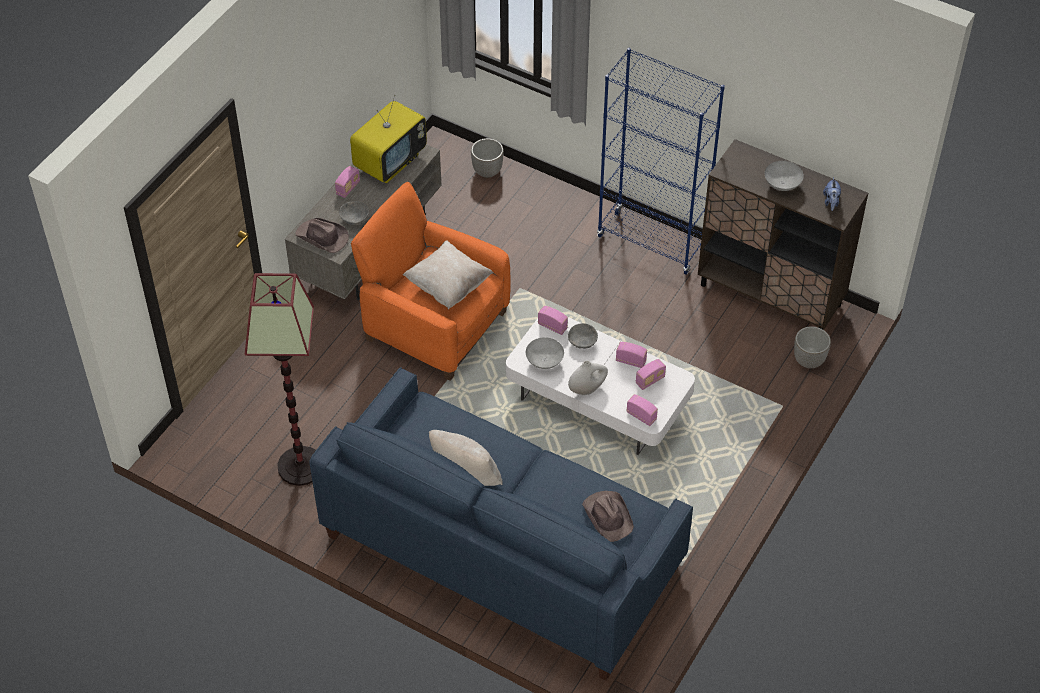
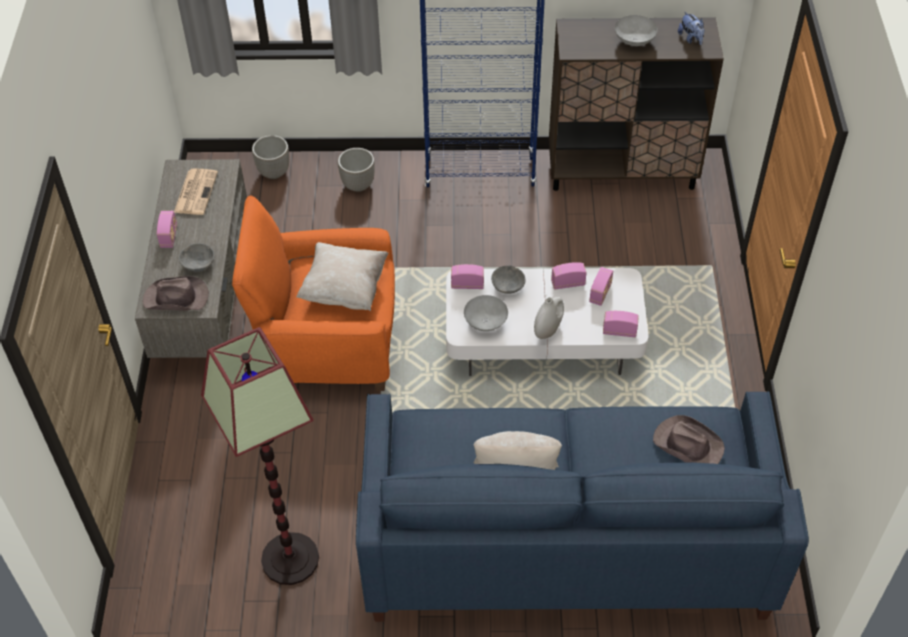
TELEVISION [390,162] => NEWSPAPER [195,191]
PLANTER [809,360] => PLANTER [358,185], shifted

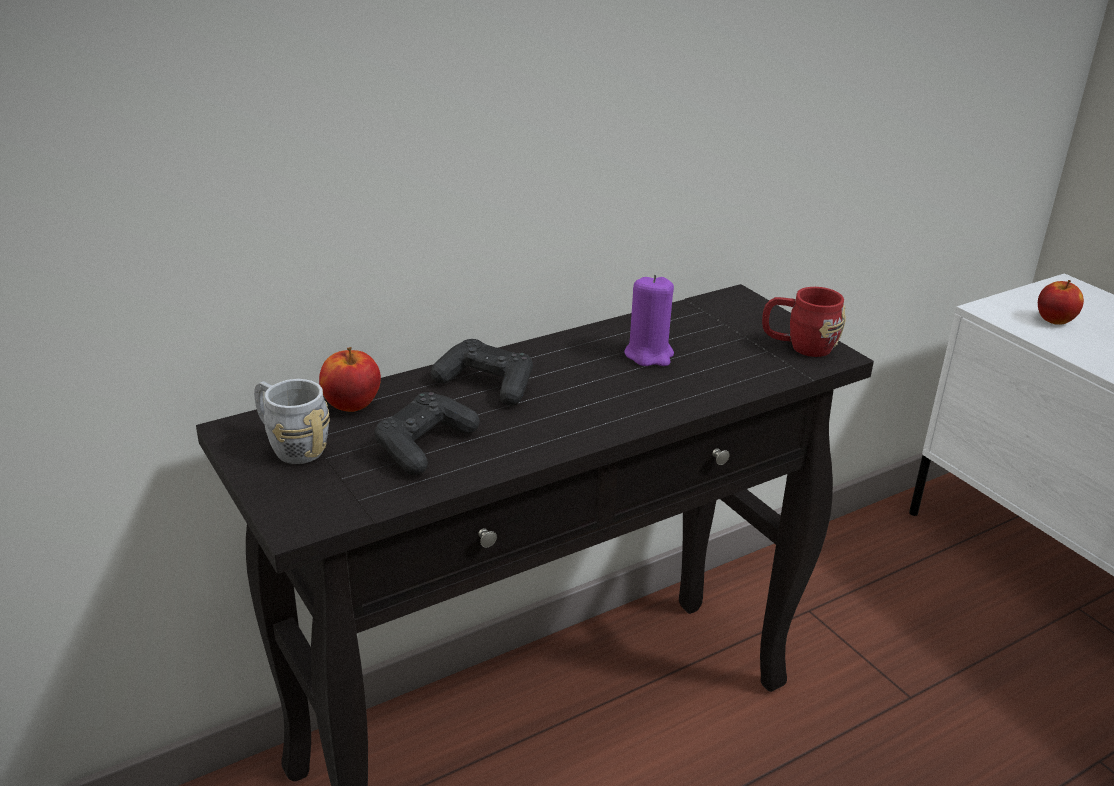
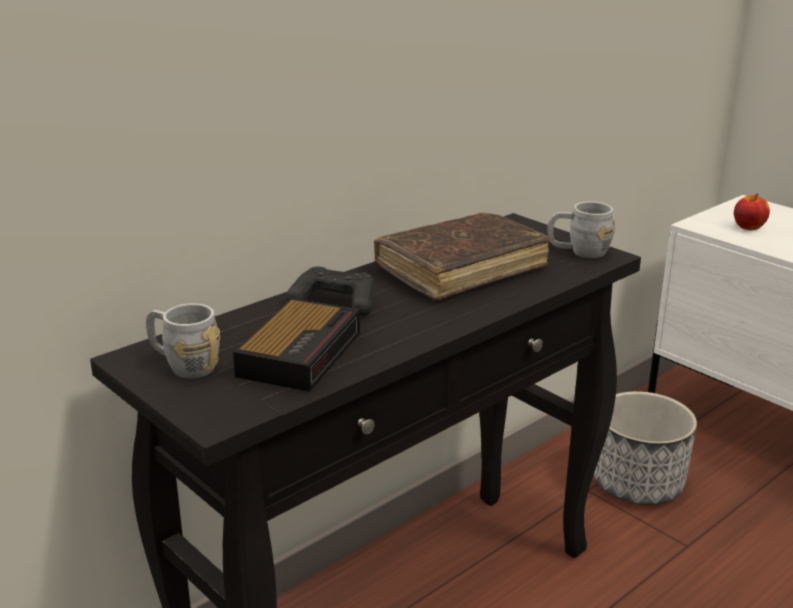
BLACK GAME CONTROLLER [424,445] => ALARM CLOCK [301,352]
PURPLE CANDLE [649,354] => BROWN BOOK [461,269]
RED MUG [799,346] => GREY MUG [579,252]
nothing => PLANTER [638,483]
APPLE [351,405] => nothing

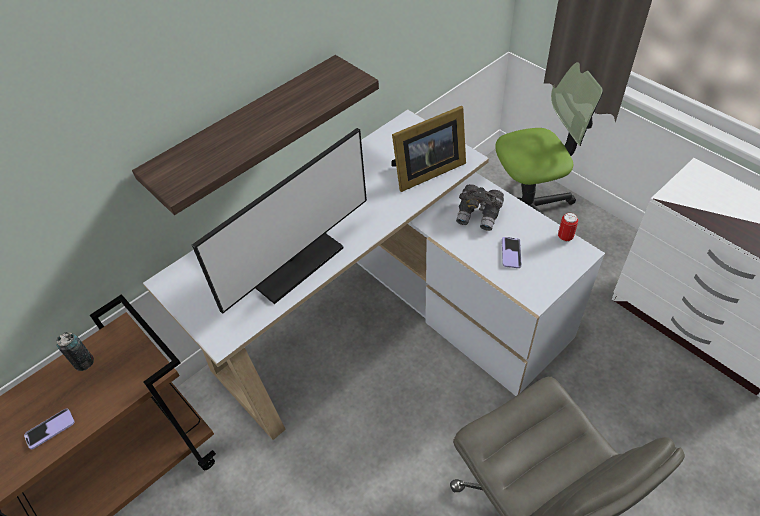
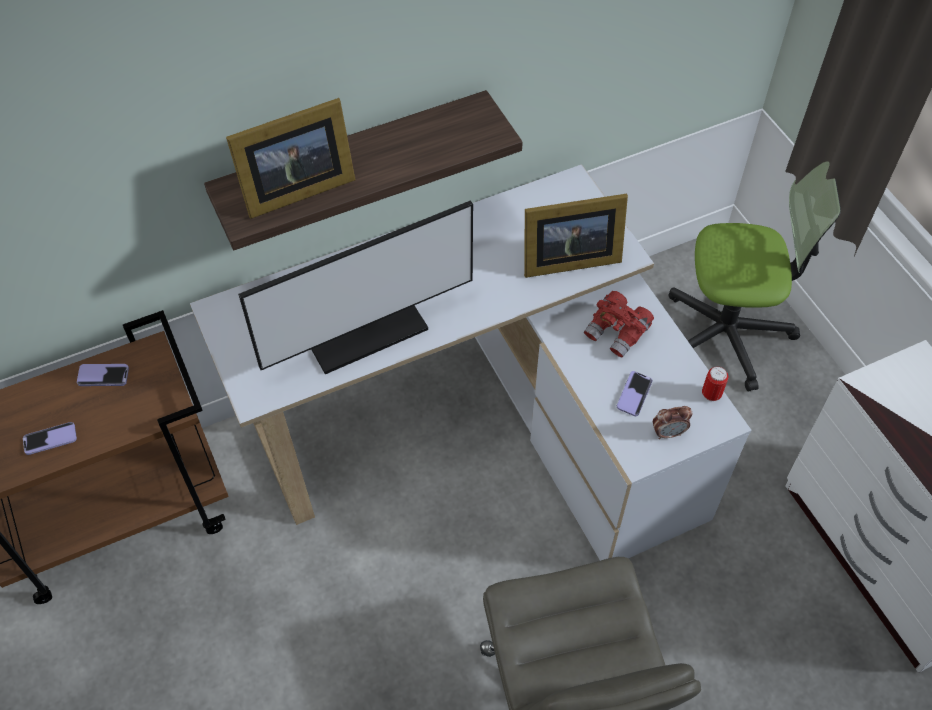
CAN [84,362] => PHONE [103,376]
nothing => PICTURE FRAME [293,189]
GREY BINOCULARS [479,215] => RED BINOCULARS [617,332]
nothing => ALARM CLOCK [668,433]

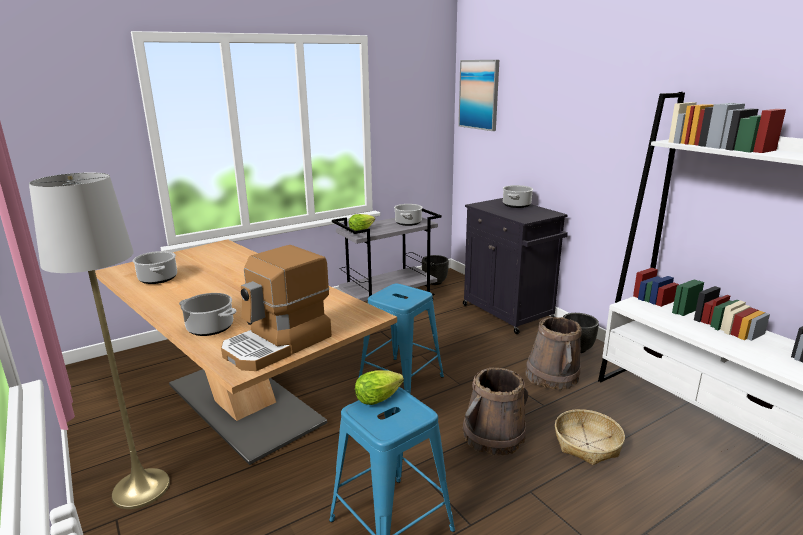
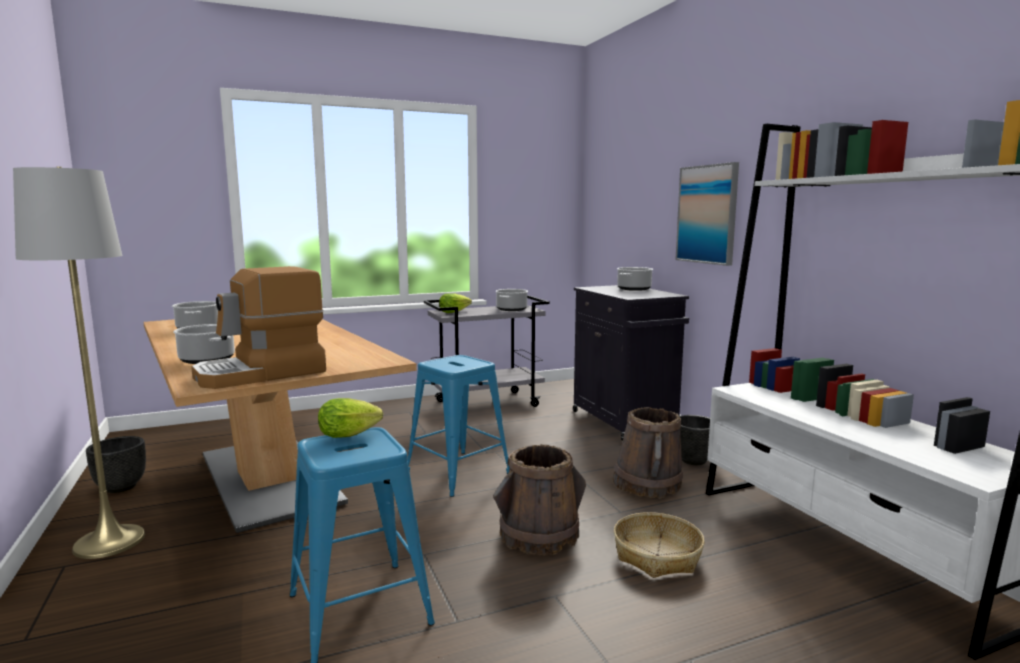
BLACK PLANTER [434,282] => BLACK PLANTER [121,487], shifted
PICTURE [479,94] => PICTURE [707,214], shifted

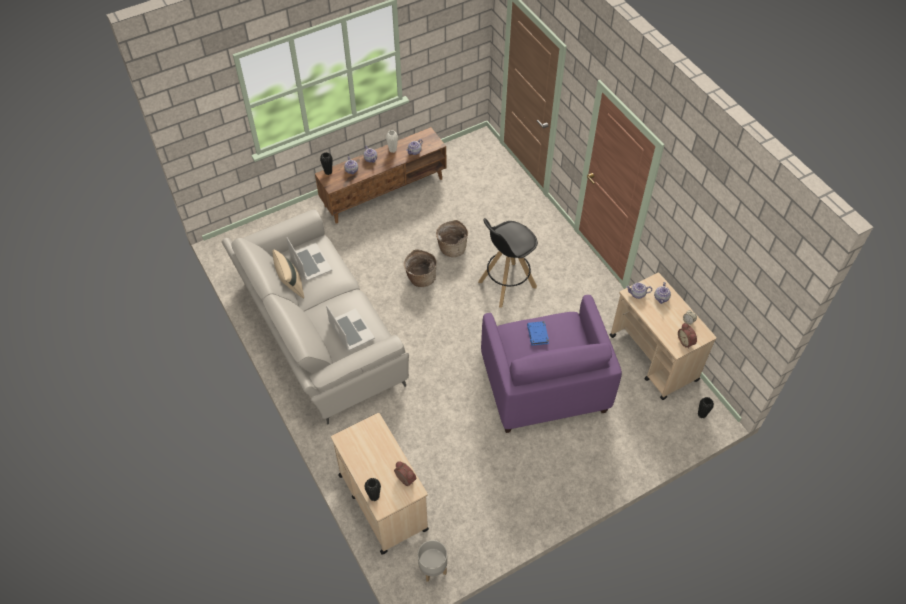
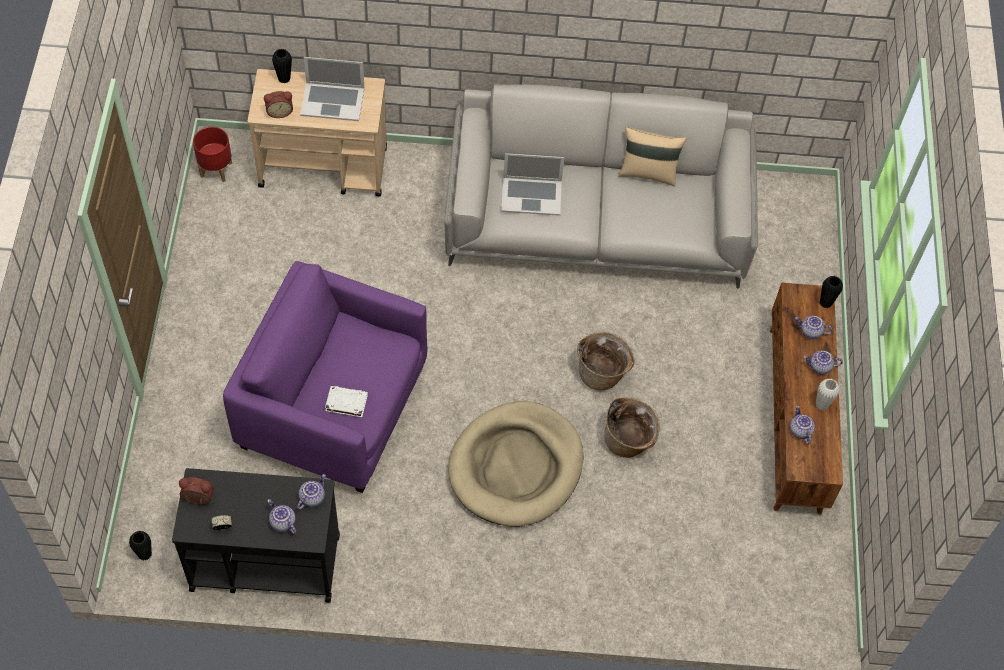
BEIGE CART [653,358] => BLACK CART [264,562]
GREY PLANTER [433,568] => RED PLANTER [216,170]
LAPTOP [310,262] => LAPTOP [332,101], shifted
nothing => WHITE BOOK [346,403]
BLACK STOOL [506,284] => BEIGE DOG BED [516,466]
BLUE BOOK [538,334] => nothing

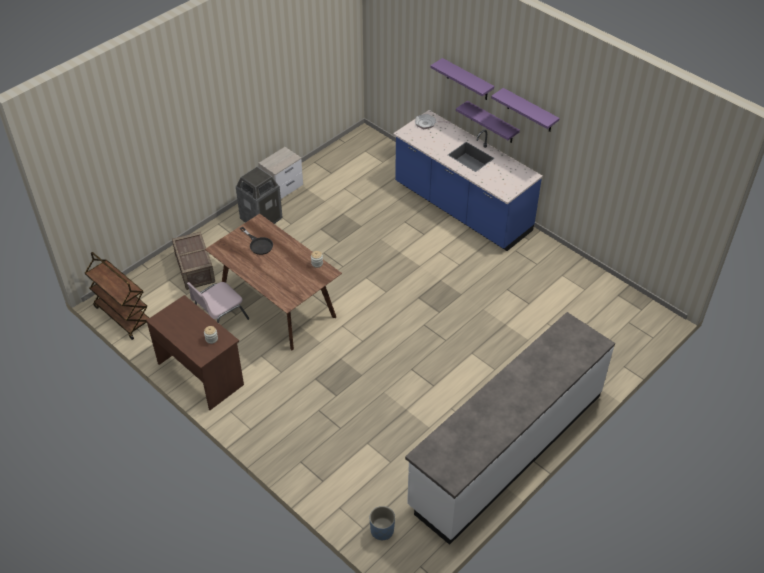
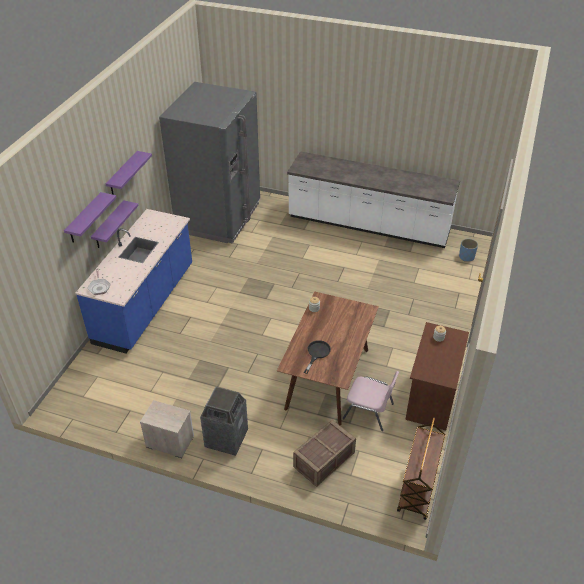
nothing => GREY FRIDGE [218,217]

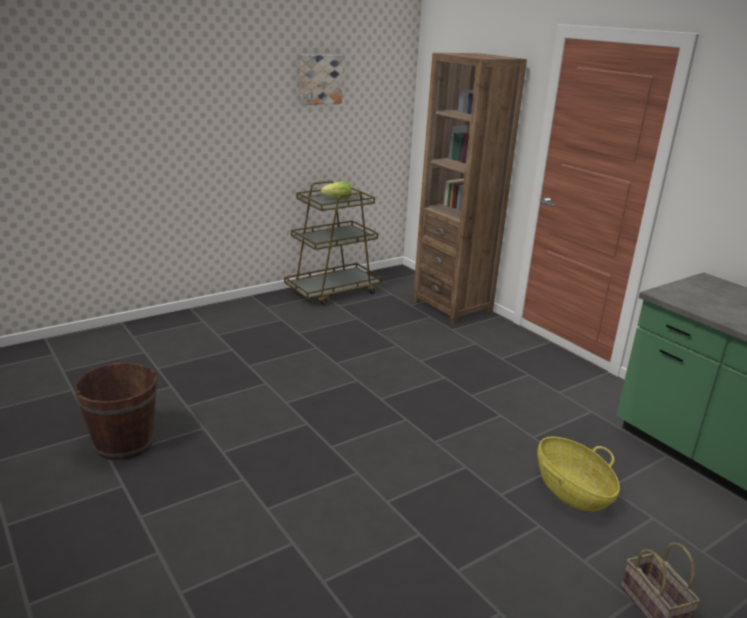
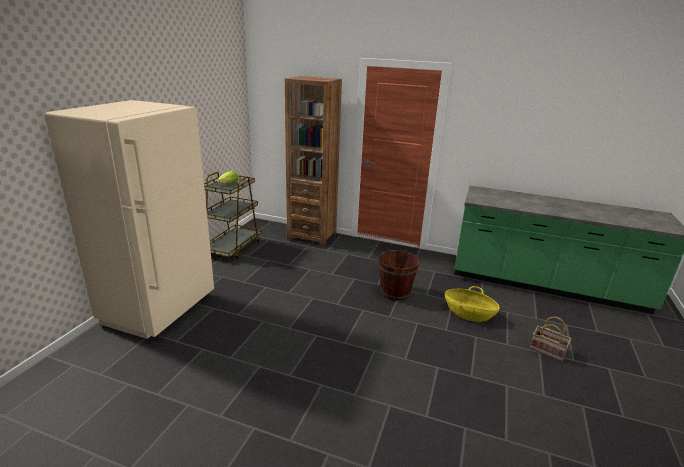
nothing => BEIGE FRIDGE [160,309]
BROWN BUCKET [124,443] => BROWN BUCKET [395,292], shifted
PICTURE [320,79] => nothing

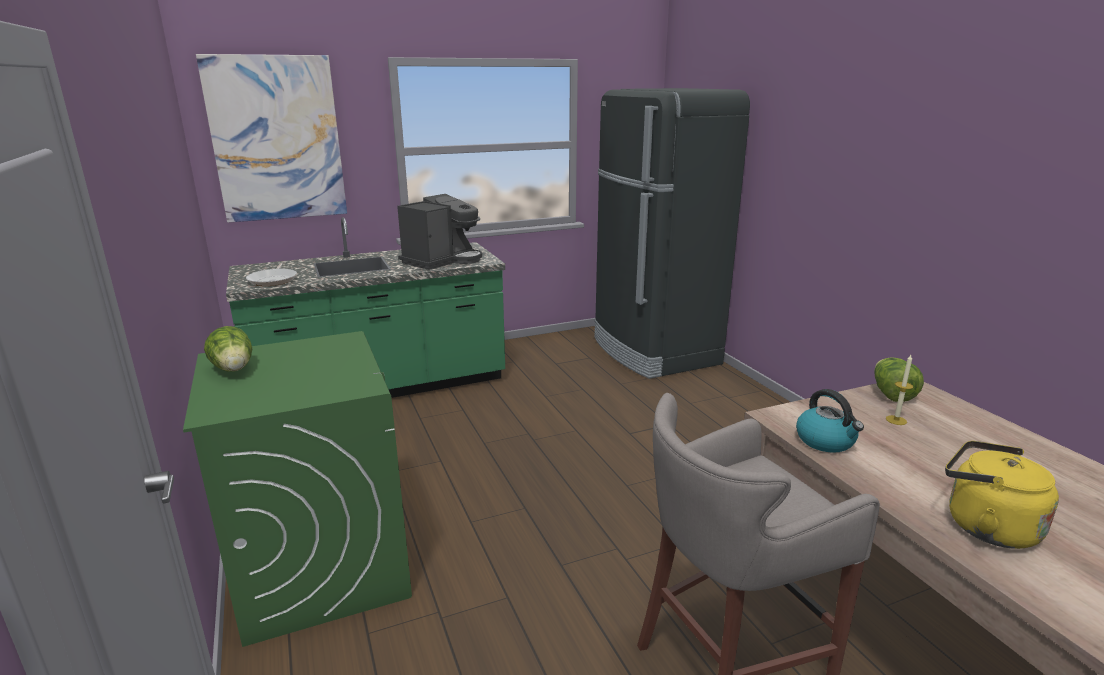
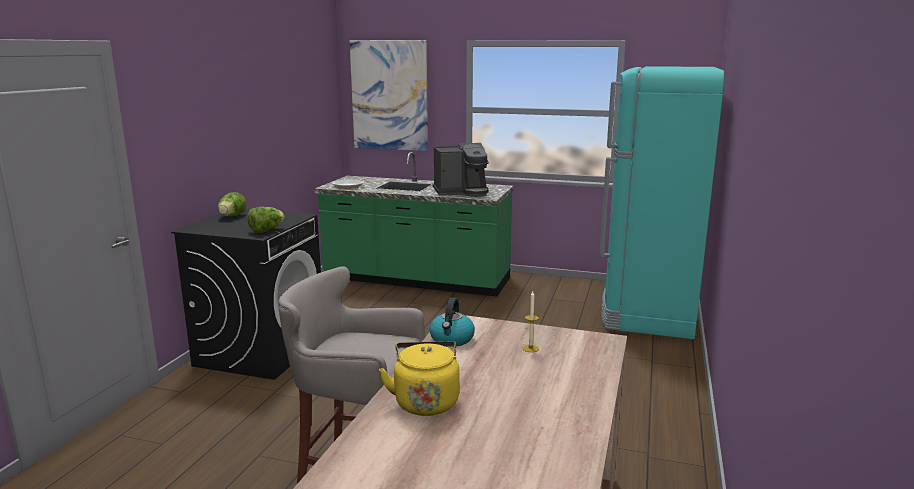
GREEN WASHING MACHINE [322,565] => BLACK WASHING MACHINE [261,350]
LETTUCE [891,394] => LETTUCE [266,230], shifted
BLACK FRIDGE [653,351] => TURQUOISE FRIDGE [647,313]

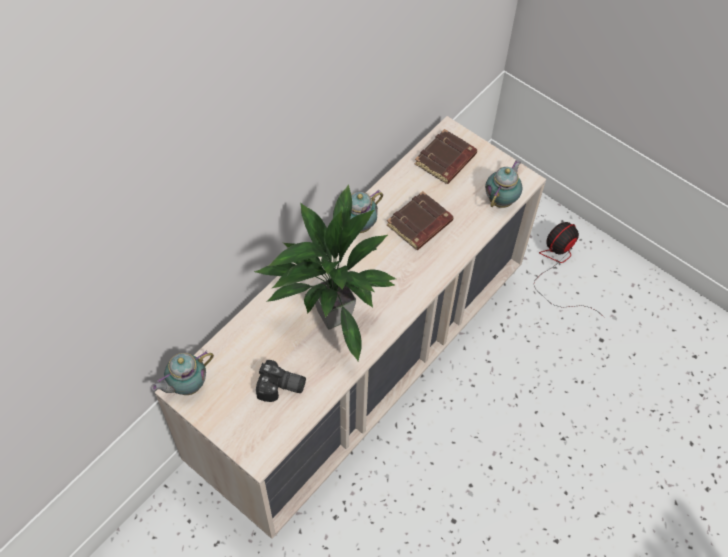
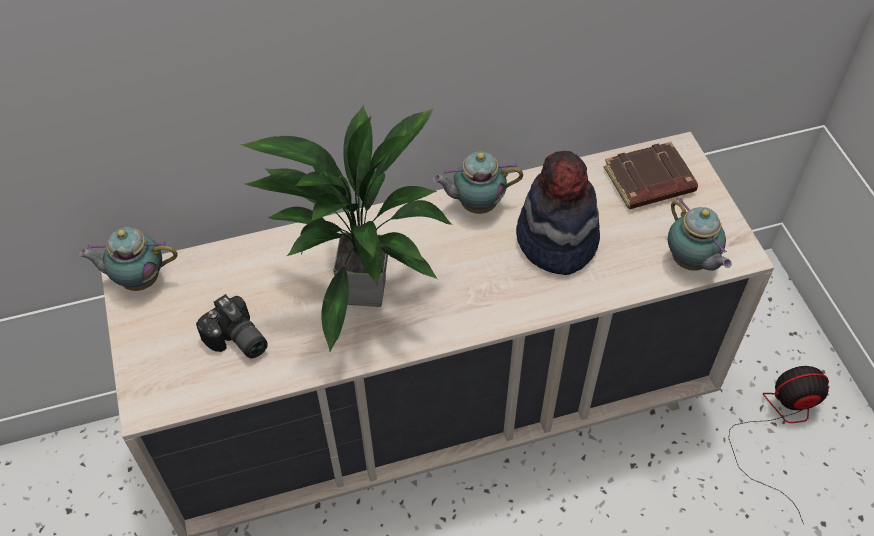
BROWN BOOK [419,225] => HAT [556,240]
TEAPOT [501,199] => TEAPOT [690,263], 90 degrees clockwise

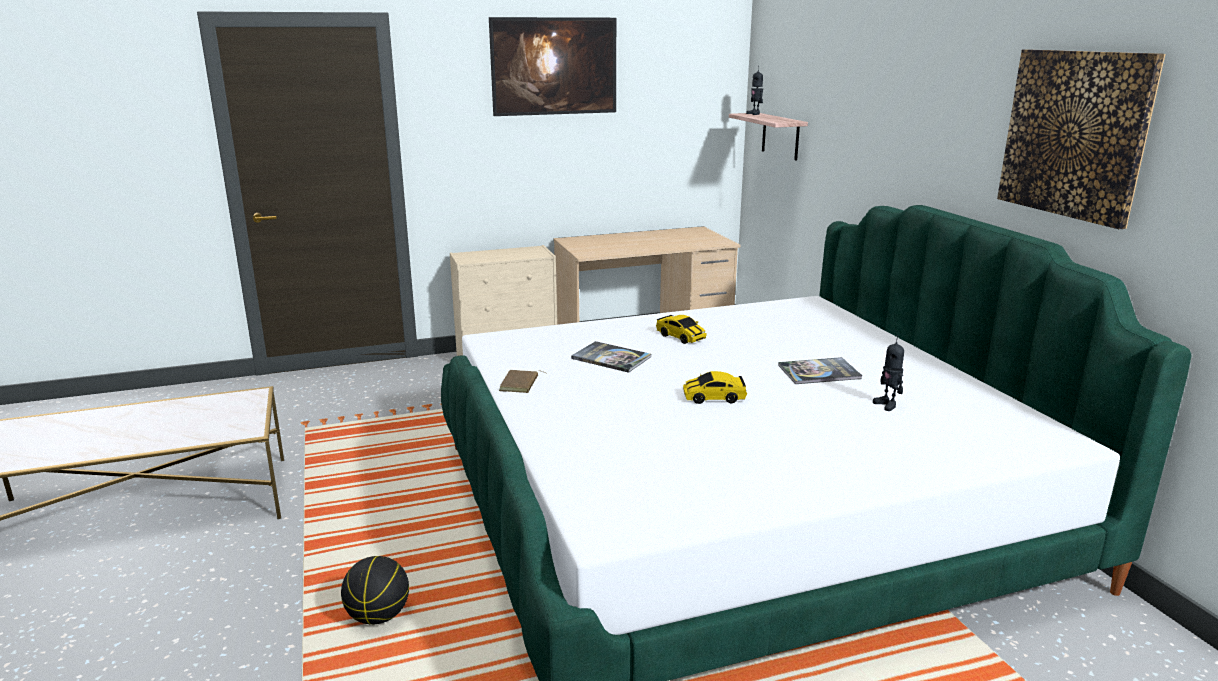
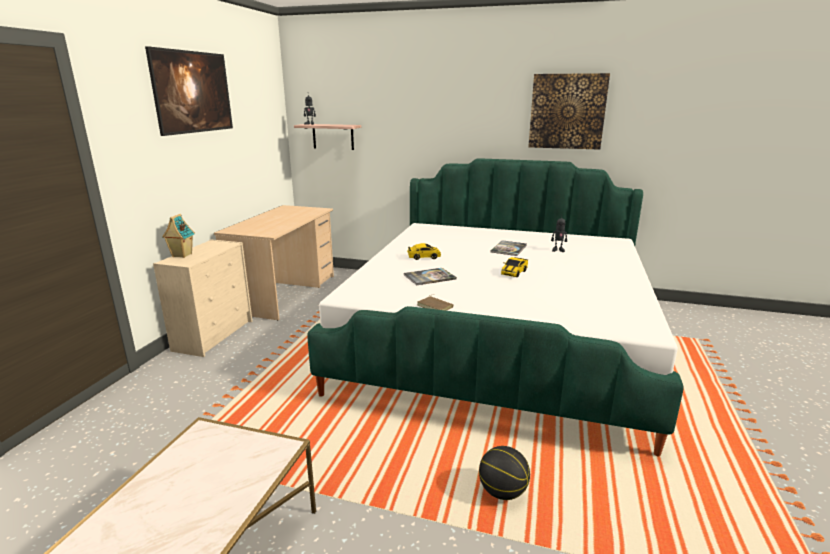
nothing => TOY HOUSE [181,255]

